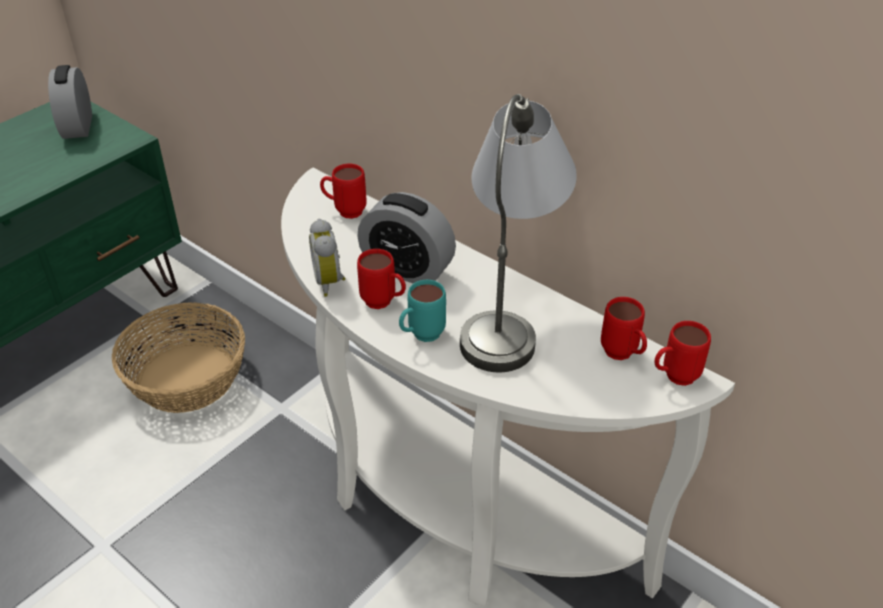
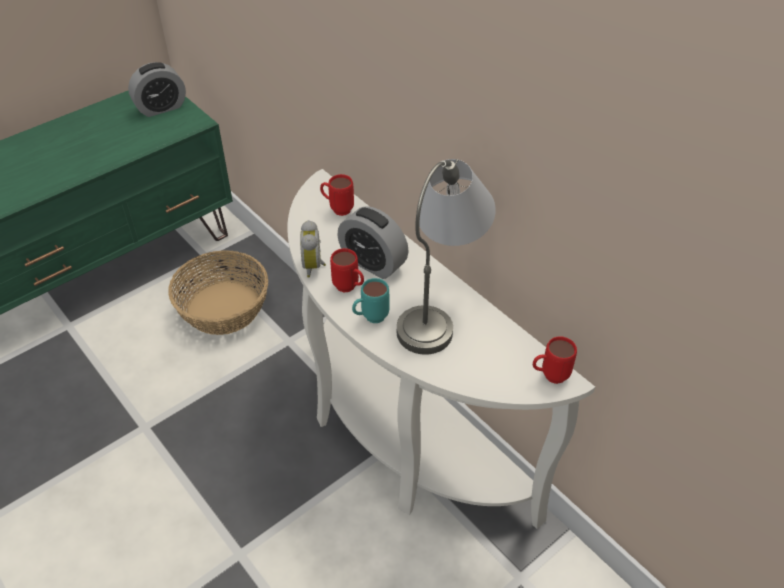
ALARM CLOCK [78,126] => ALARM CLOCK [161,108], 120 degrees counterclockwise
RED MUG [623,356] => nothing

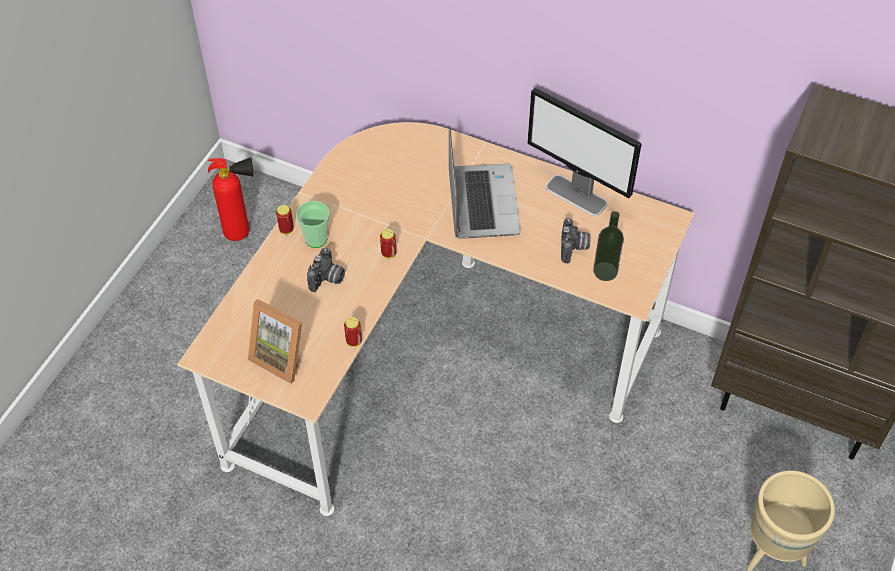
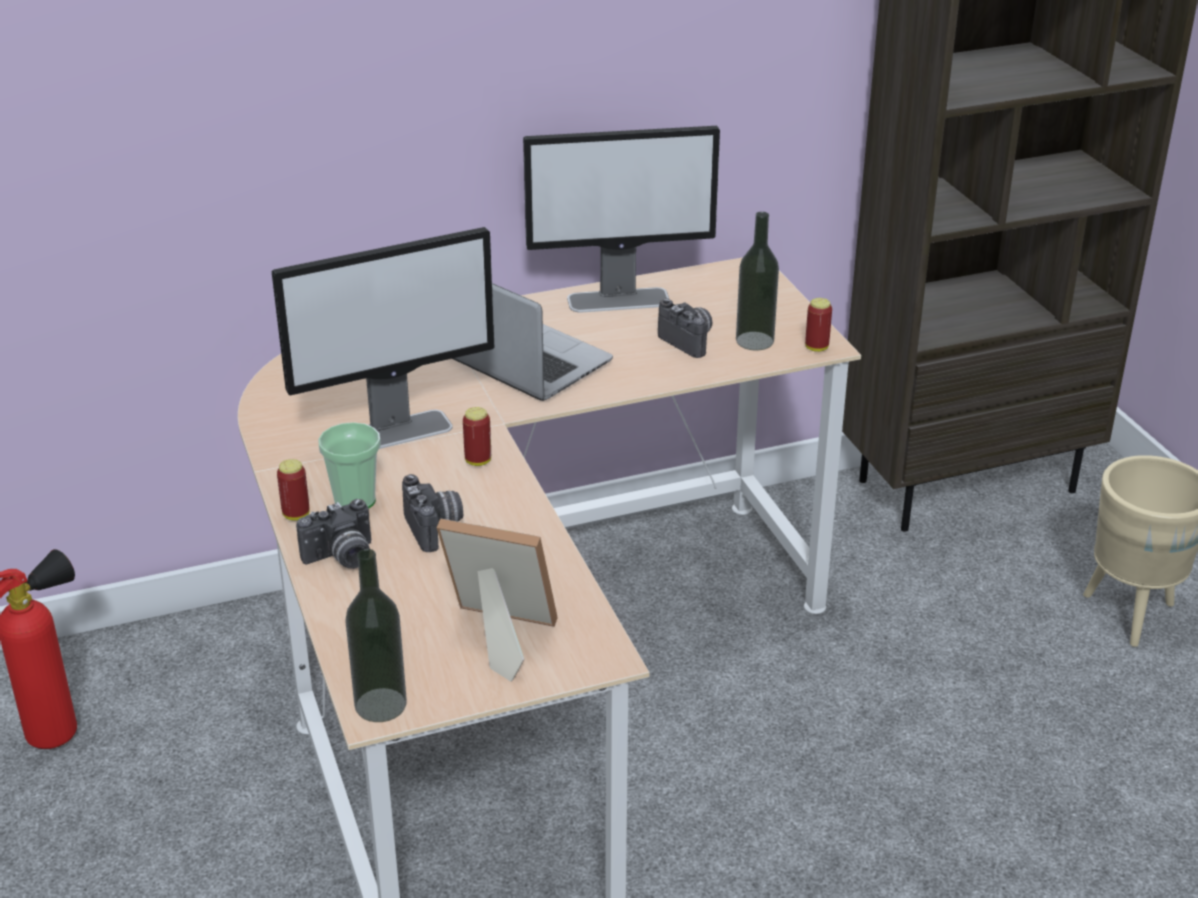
nothing => MONITOR [395,432]
nothing => PHOTO CAMERA [342,558]
nothing => BOTTLE [380,705]
PICTURE FRAME [282,356] => PICTURE FRAME [496,637], 150 degrees counterclockwise
CAN [354,341] => CAN [816,347], shifted

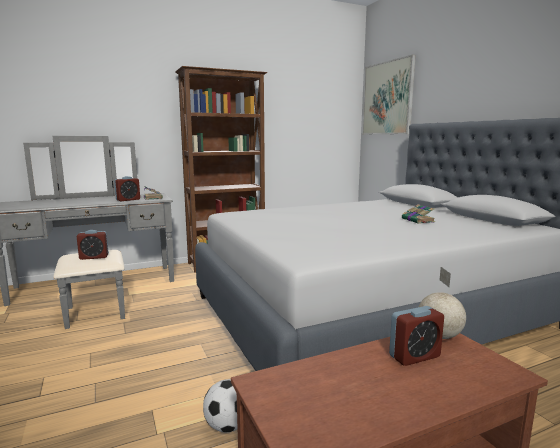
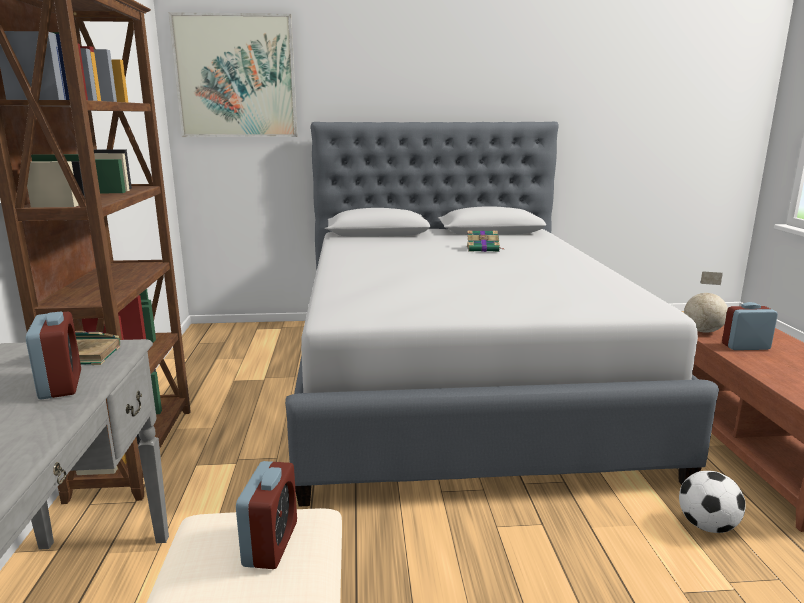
ALARM CLOCK [414,356] => ALARM CLOCK [745,347], 90 degrees counterclockwise

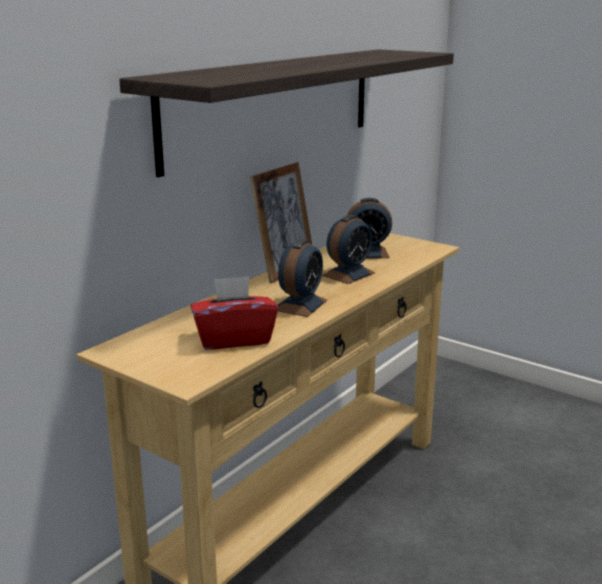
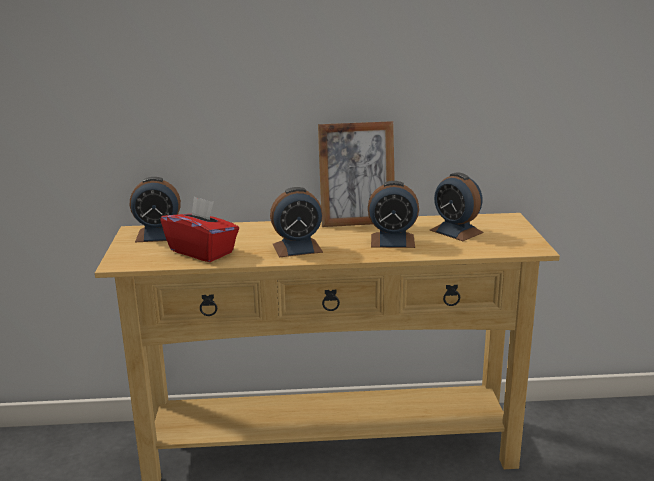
nothing => ALARM CLOCK [158,235]
SHELF [274,105] => nothing

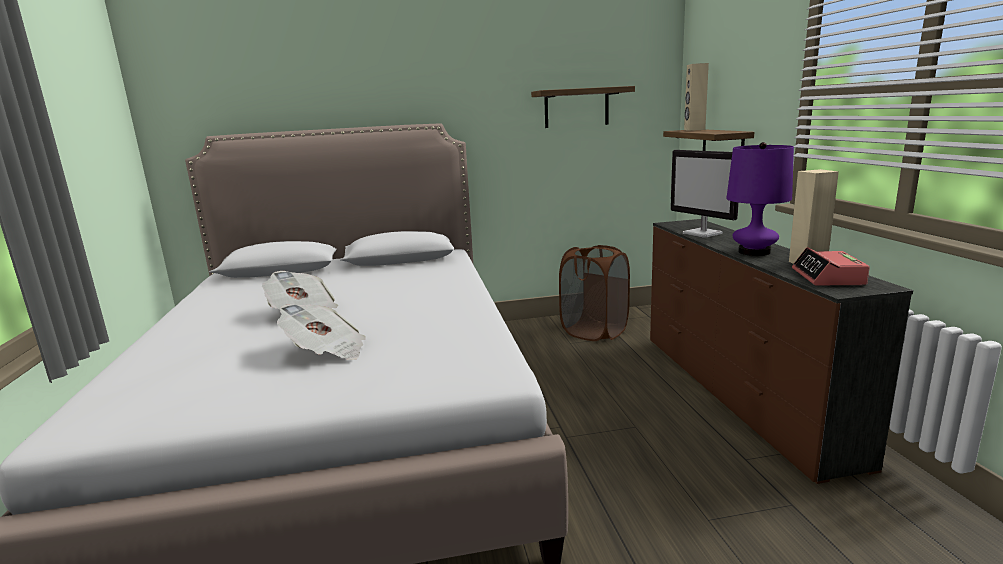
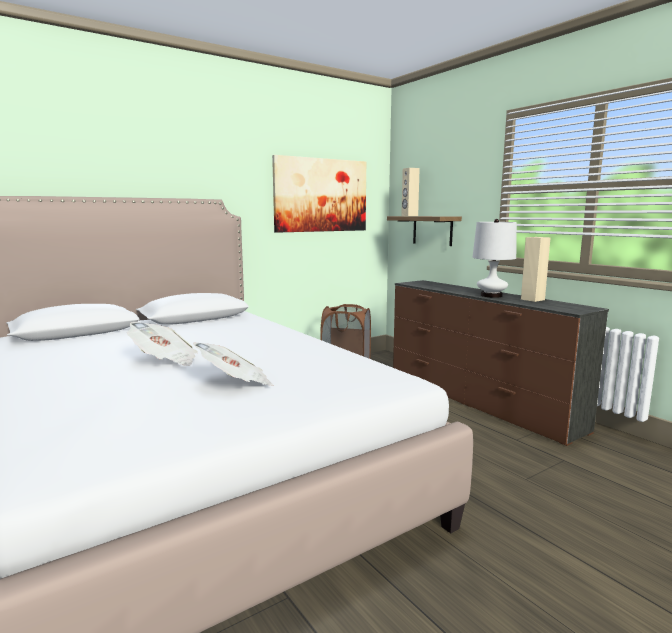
SHELF [576,108] => PICTURE [321,195]
PURPLE TABLE LAMP [754,252] => WHITE TABLE LAMP [491,295]
MONITOR [703,233] => nothing
ALARM CLOCK [828,277] => nothing

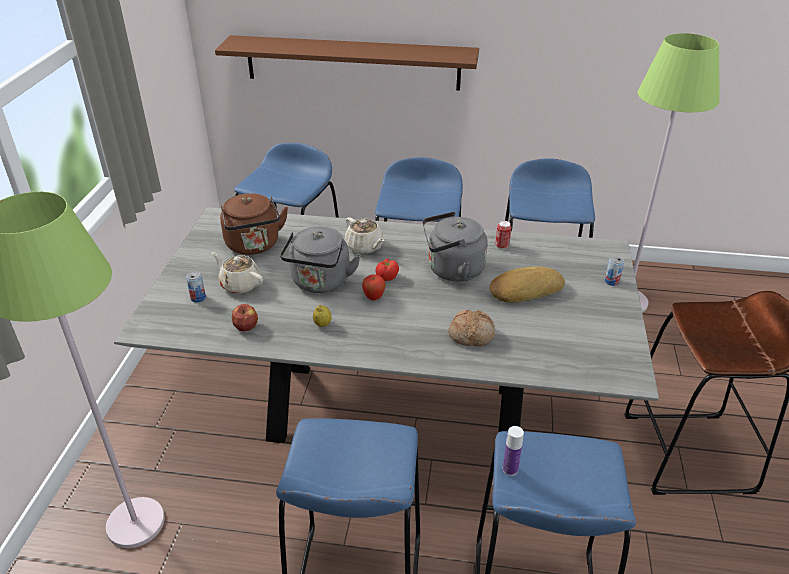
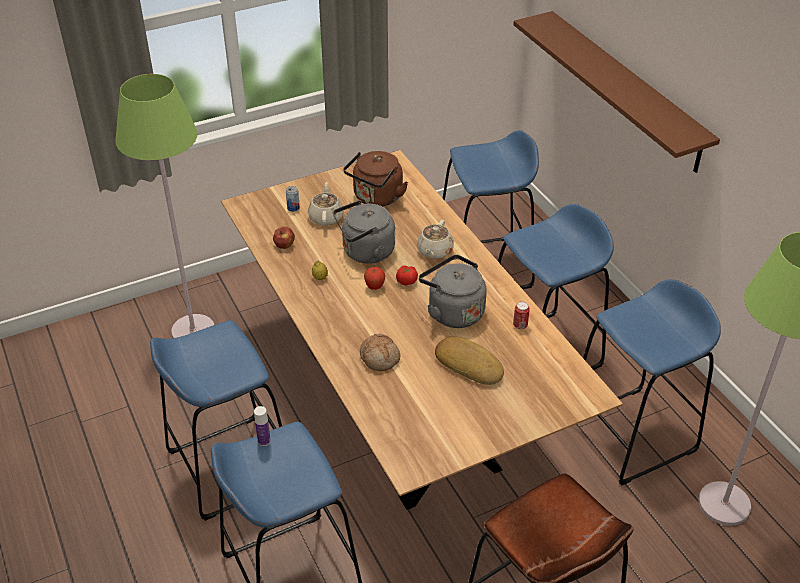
GREY DINING TABLE [394,414] => BROWN DINING TABLE [400,405]
CAN [611,282] => nothing

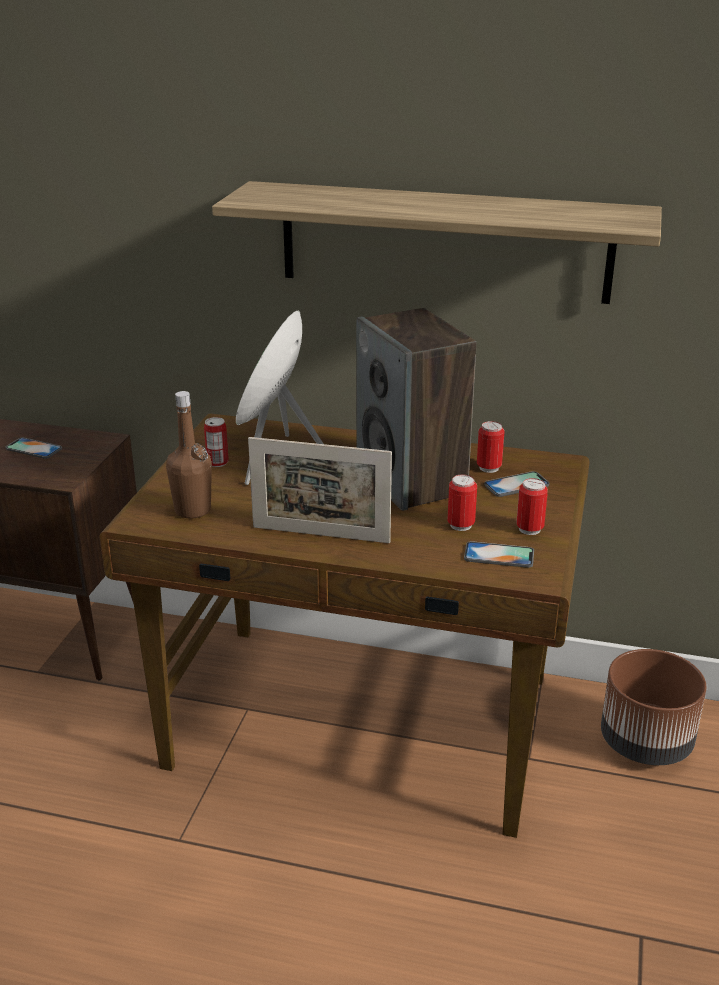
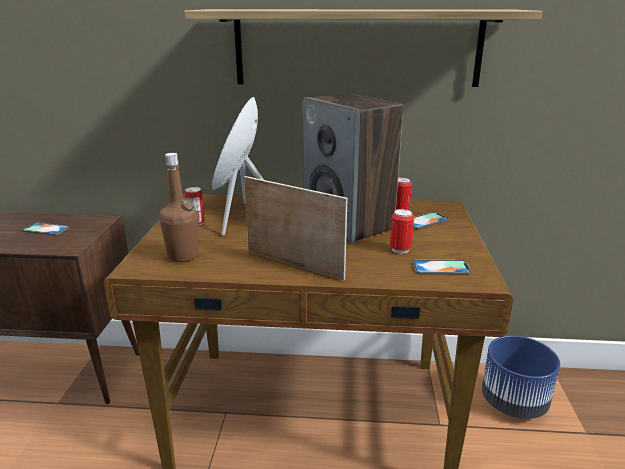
PICTURE FRAME [320,534] => PICTURE FRAME [294,265], 150 degrees counterclockwise
BROWN PLANTER [646,743] => BLUE PLANTER [513,402]
CAN [529,529] => nothing

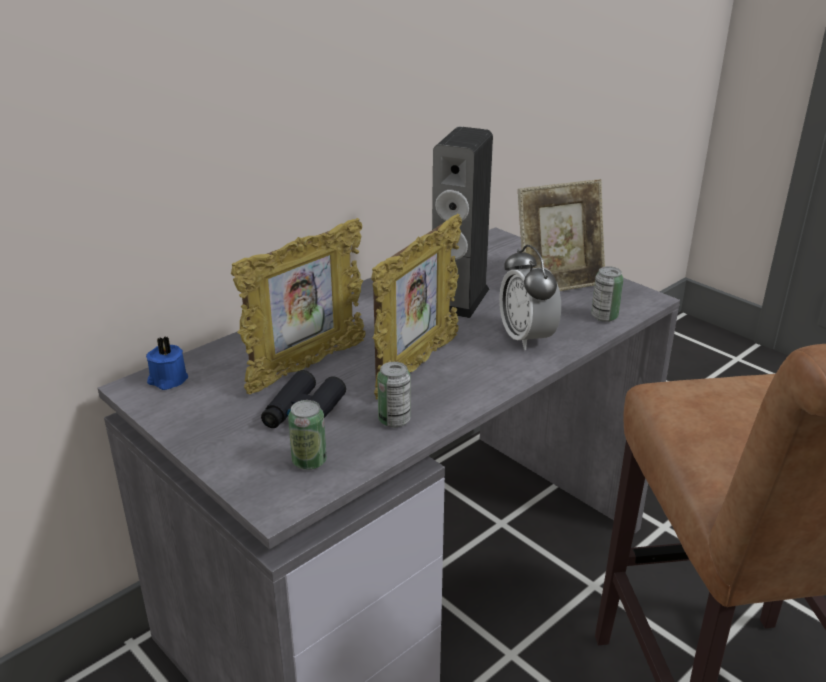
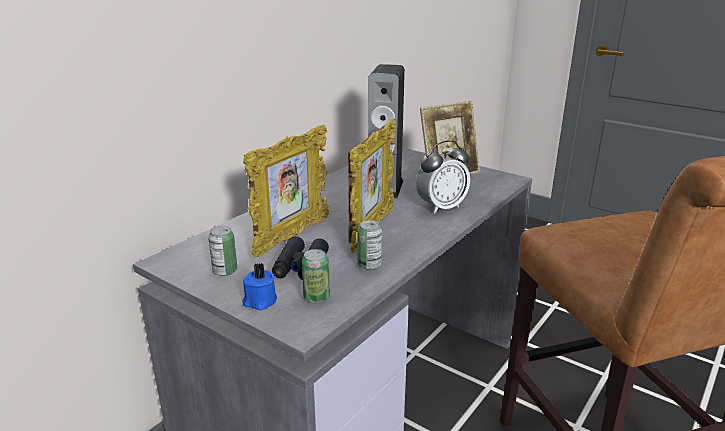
CAN [604,316] => CAN [225,271], shifted
BLUE CANDLE [167,380] => BLUE CANDLE [259,301], shifted
ALARM CLOCK [526,338] => ALARM CLOCK [441,207], 90 degrees counterclockwise

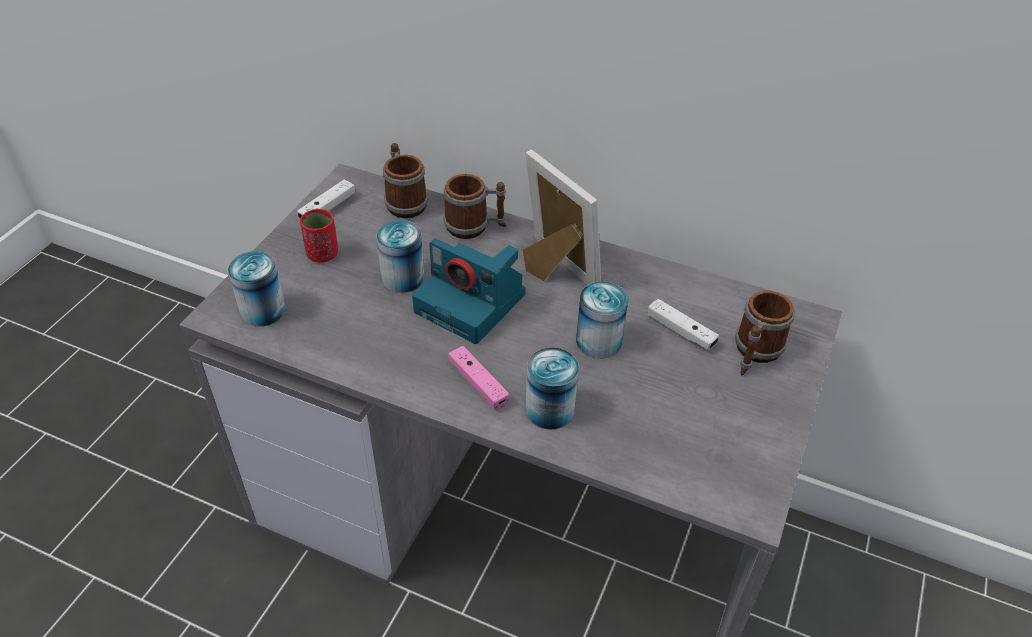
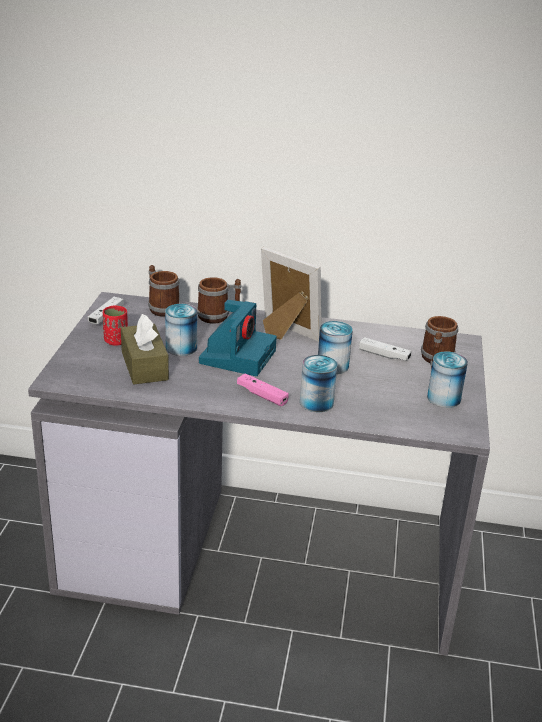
nothing => BROWN TISSUE BOX [144,365]
PHOTO CAMERA [472,303] => PHOTO CAMERA [237,356], 90 degrees counterclockwise
CAN [263,310] => CAN [443,398], shifted

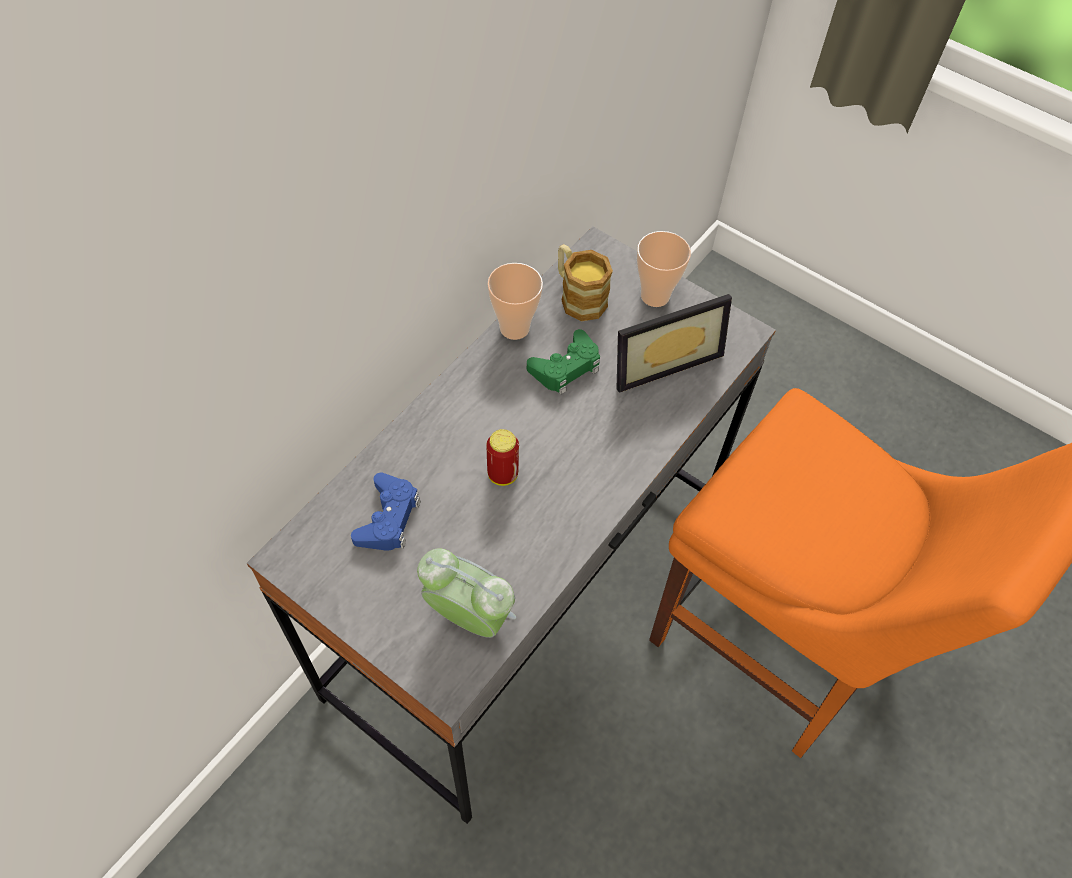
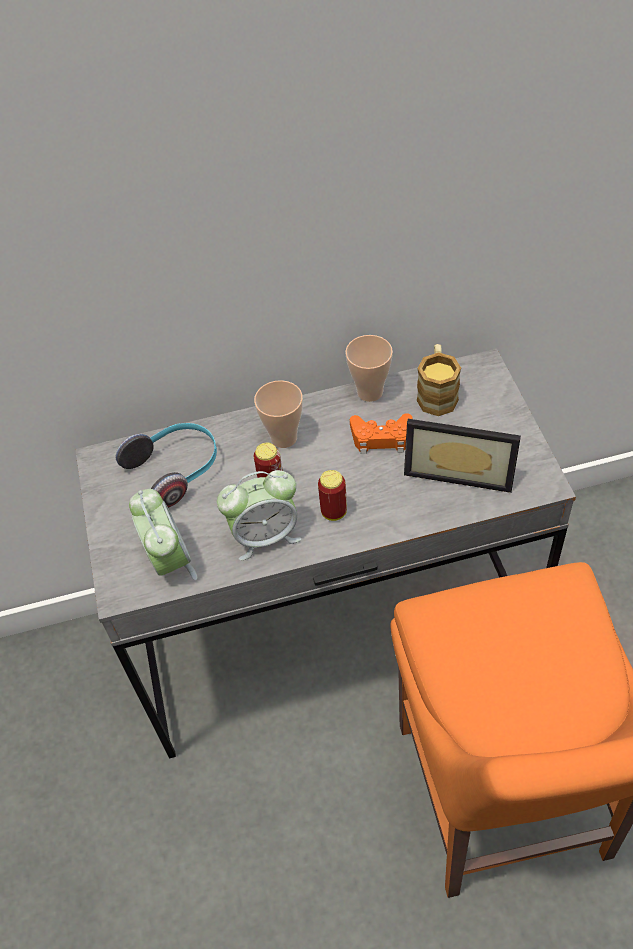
BLUE GAME CONTROLLER [388,518] => HEADPHONES [176,470]
nothing => ALARM CLOCK [265,536]
CUP [655,296] => CUP [284,438], shifted
nothing => CAN [334,512]
GREEN GAME CONTROLLER [566,367] => ORANGE GAME CONTROLLER [381,438]

